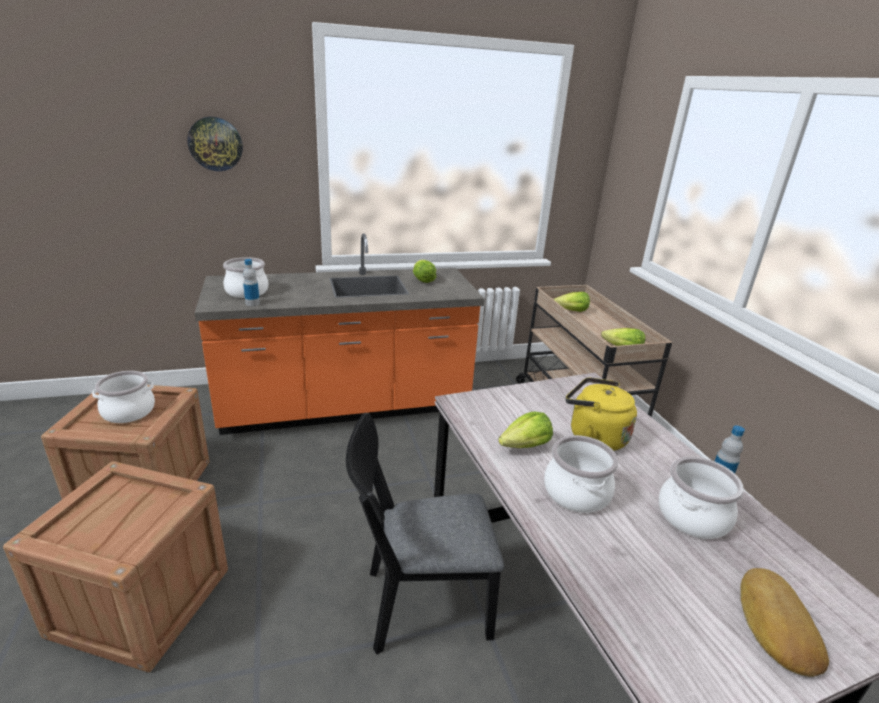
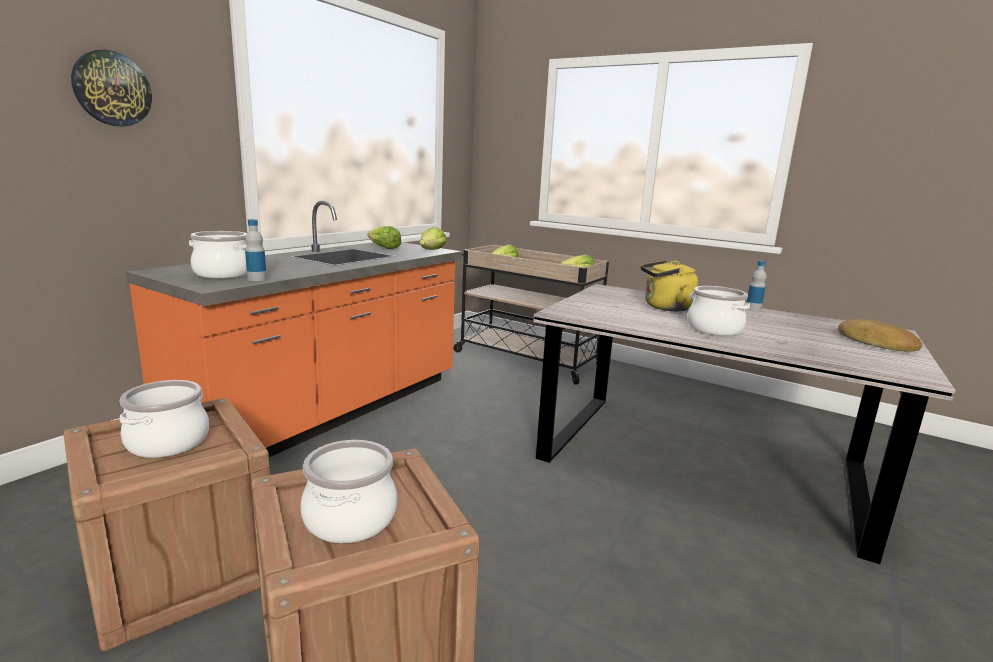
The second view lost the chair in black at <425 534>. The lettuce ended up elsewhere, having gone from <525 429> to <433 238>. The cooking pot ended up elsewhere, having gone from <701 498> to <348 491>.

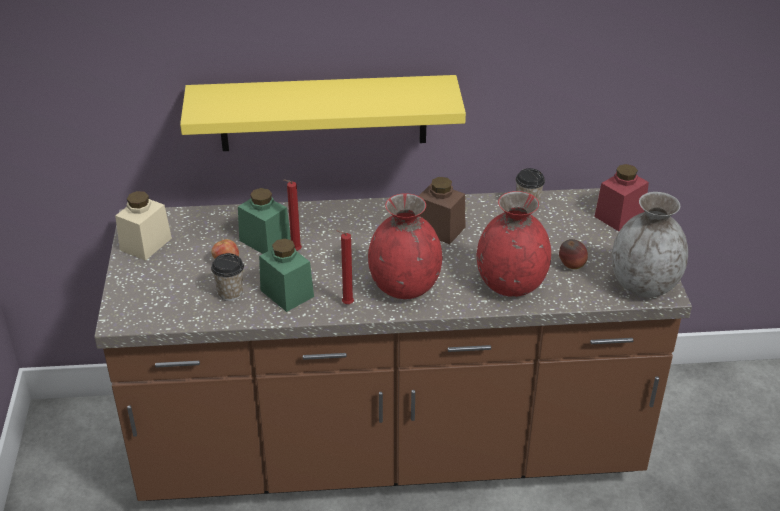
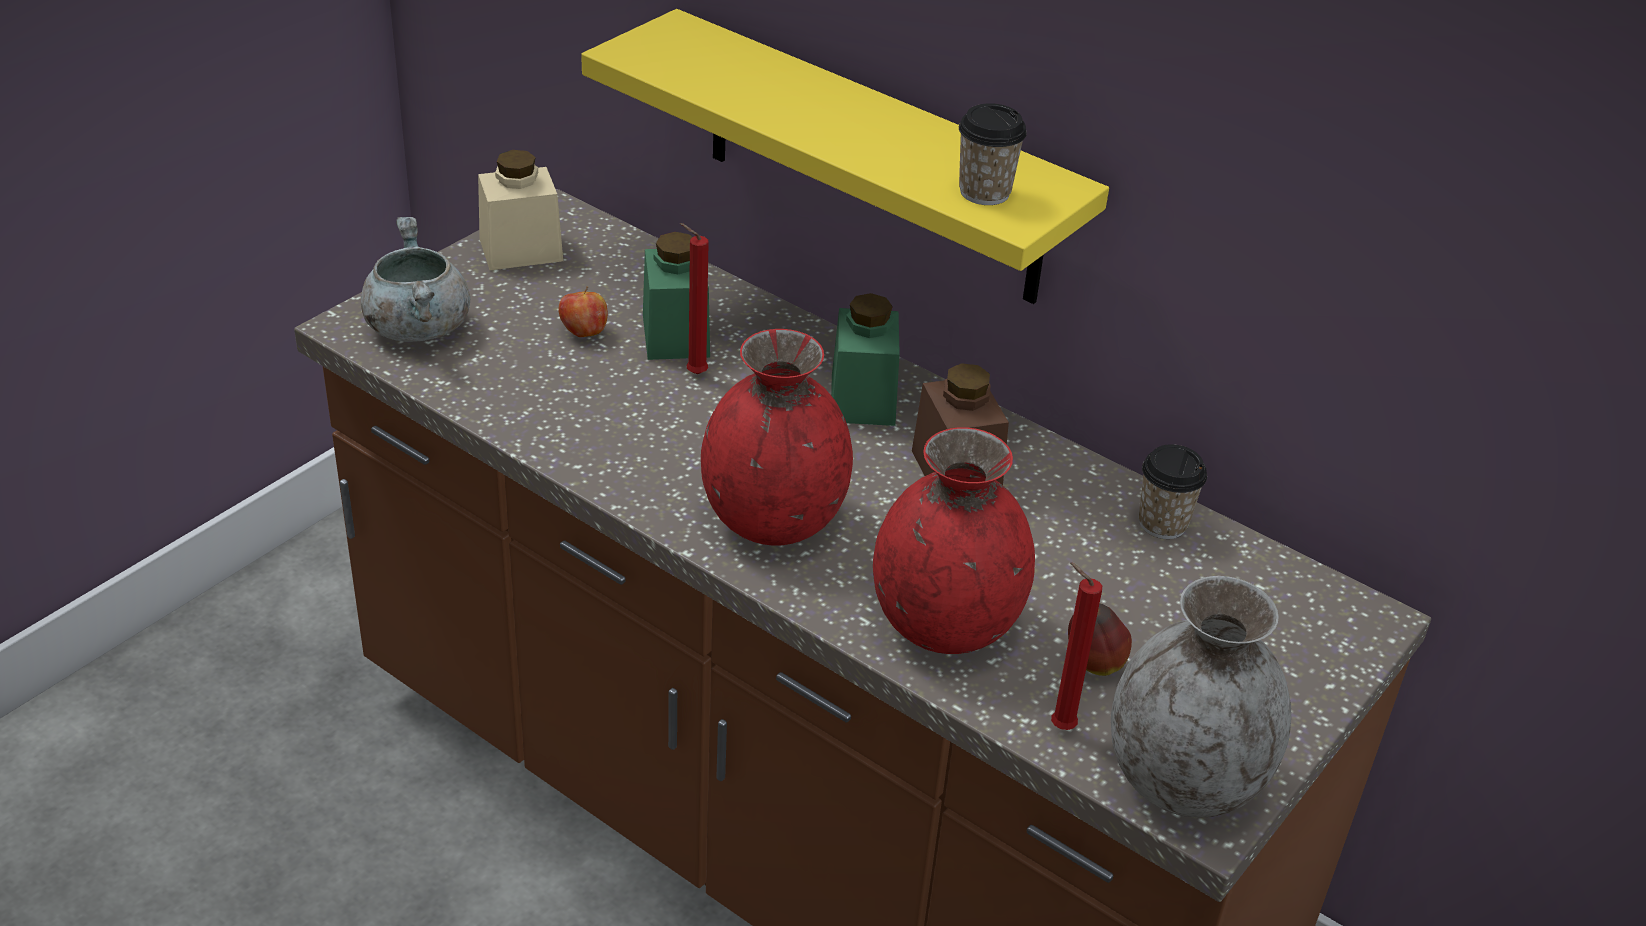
The cup ended up elsewhere, having gone from <227 277> to <993 154>. The jar in green ended up elsewhere, having gone from <286 275> to <865 359>. The candle in red ended up elsewhere, having gone from <345 267> to <1076 646>. The second view lost the jar in red at <621 197>. The second view gained the cooking pot in grey at <415 279>.

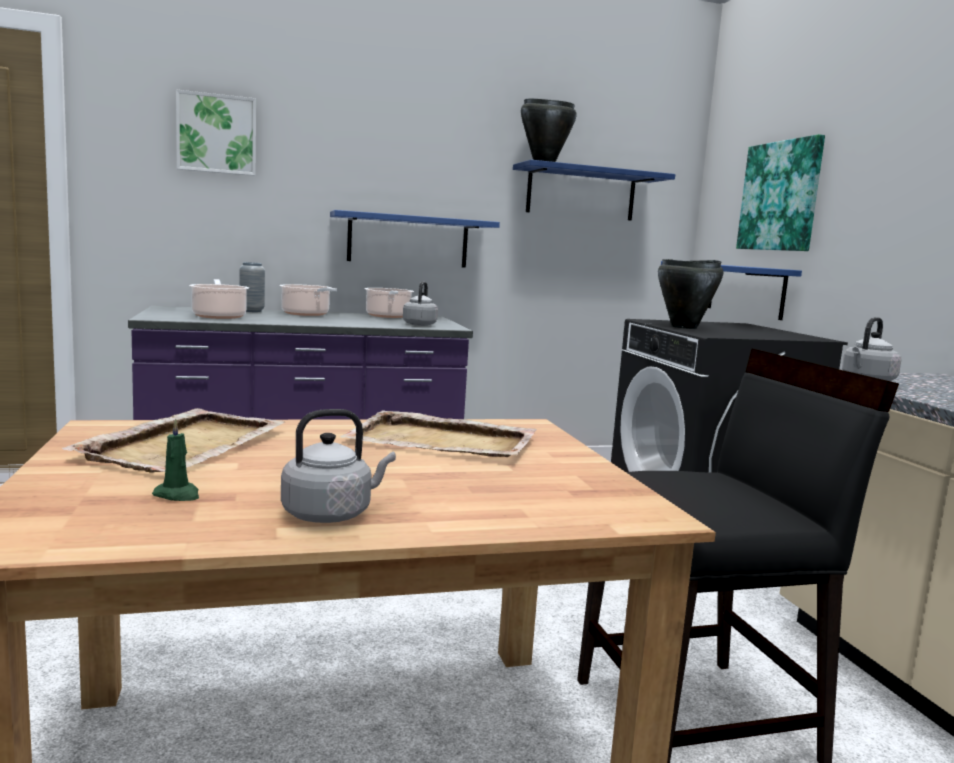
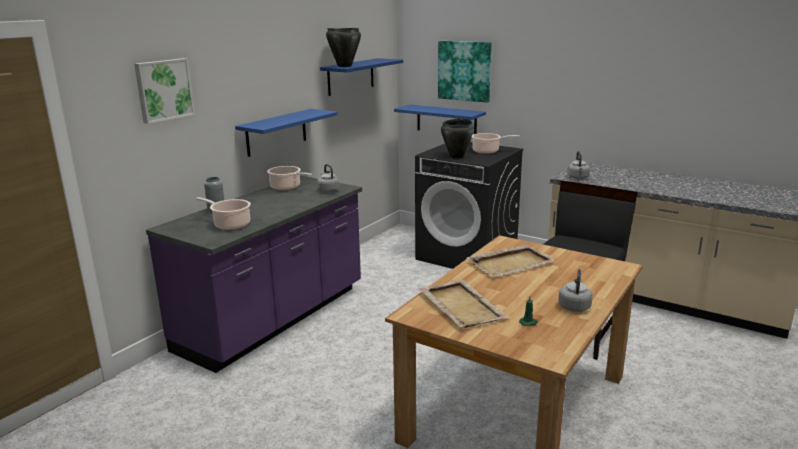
The cooking pot ended up elsewhere, having gone from <308 300> to <495 143>.

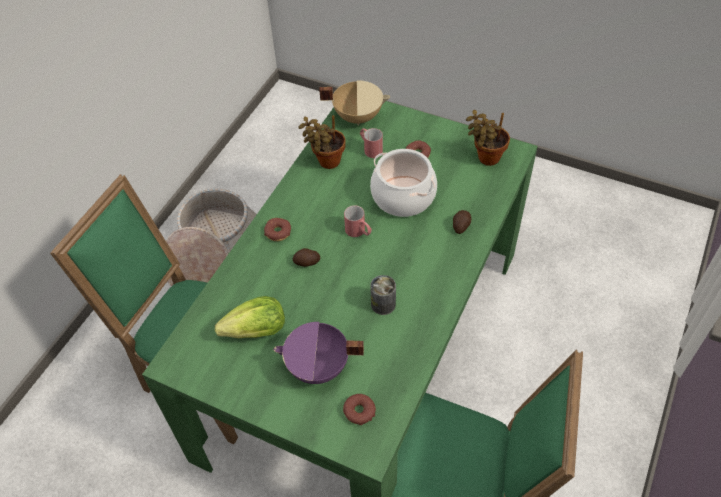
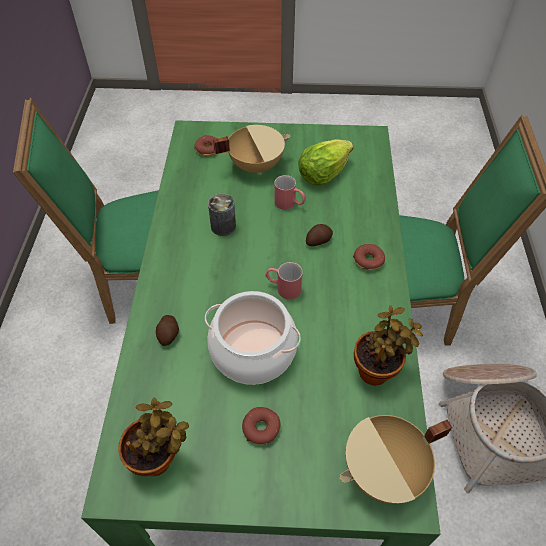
What was the cooking pot in purple at <318 353> turned into the cooking pot in beige at <252 150>. The mug in red ended up elsewhere, having gone from <371 143> to <290 192>.

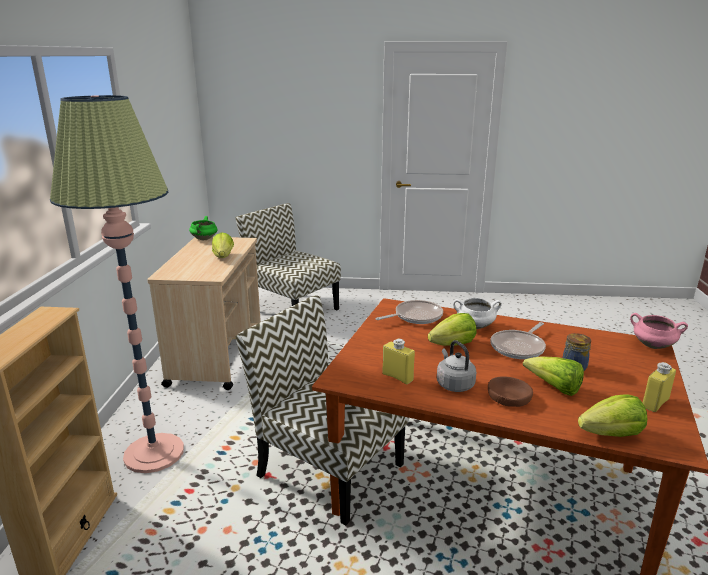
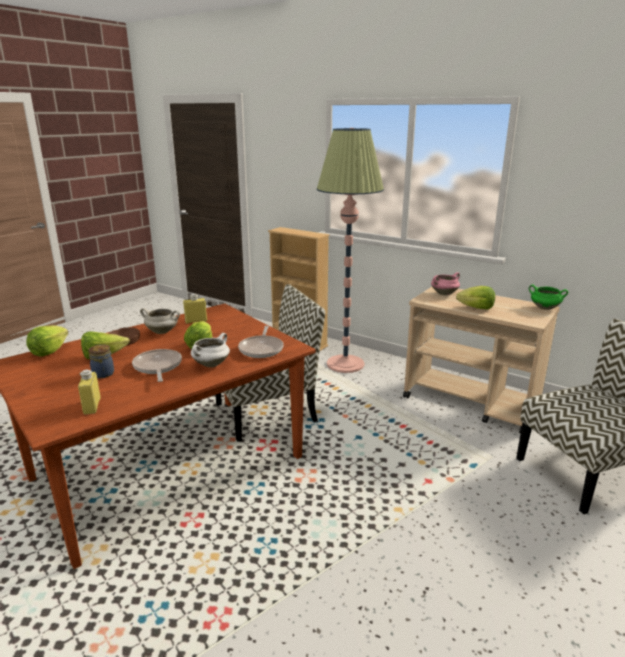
Where the kettle in grey stood at <456 366>, the cooking pot in white came to stand at <160 321>. The cooking pot in pink ended up elsewhere, having gone from <659 331> to <445 283>. The bottle in yellow ended up elsewhere, having gone from <659 387> to <89 392>.

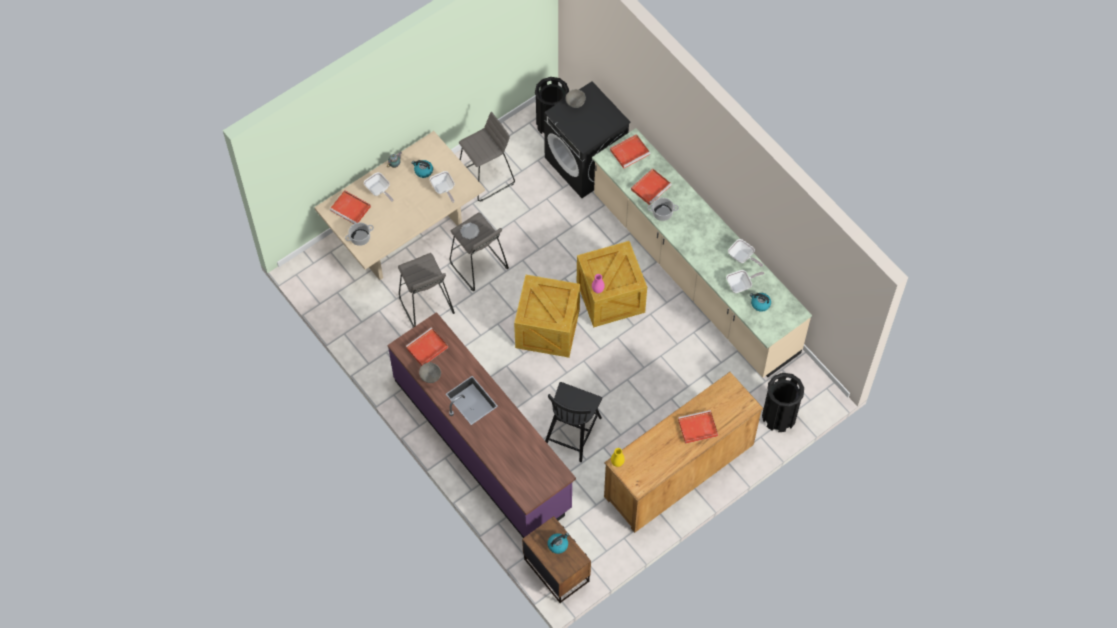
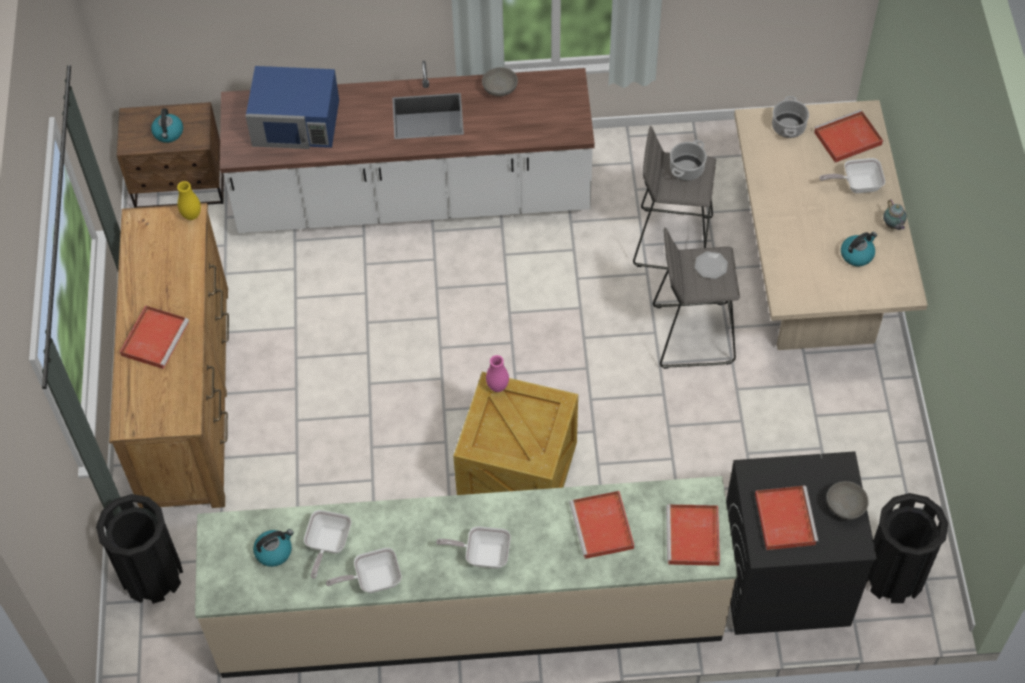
What was the counter in purple at <481 425> turned into the counter in white at <407 147>. The tray in red ended up elsewhere, having gone from <427 347> to <787 518>. The frying pan ended up elsewhere, having gone from <442 187> to <473 547>. The second view lost the stool in grey at <487 157>. The second view lost the crate at <547 316>. The second view lost the chair in black at <573 422>. The cooking pot ended up elsewhere, having gone from <663 209> to <688 160>. The second view gained the microwave in blue at <292 107>.

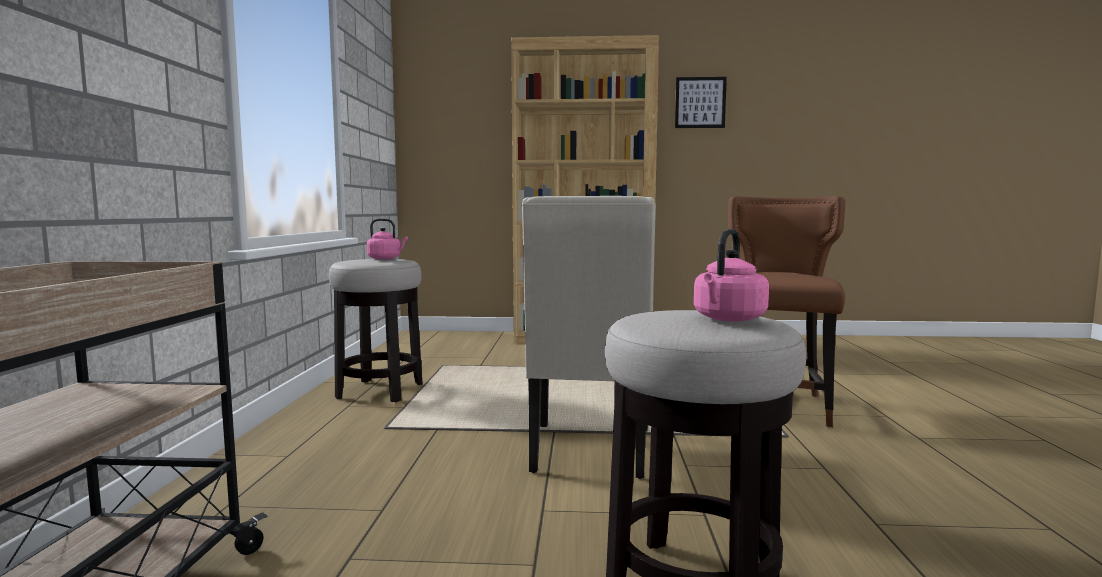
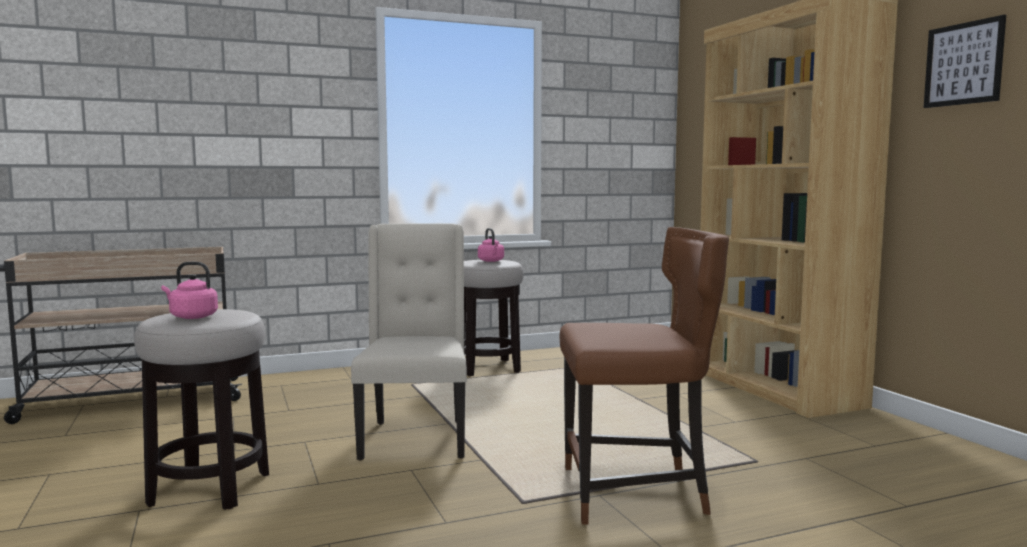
The chair in beige at <588 337> ended up facing another way, 105 degrees clockwise from before.

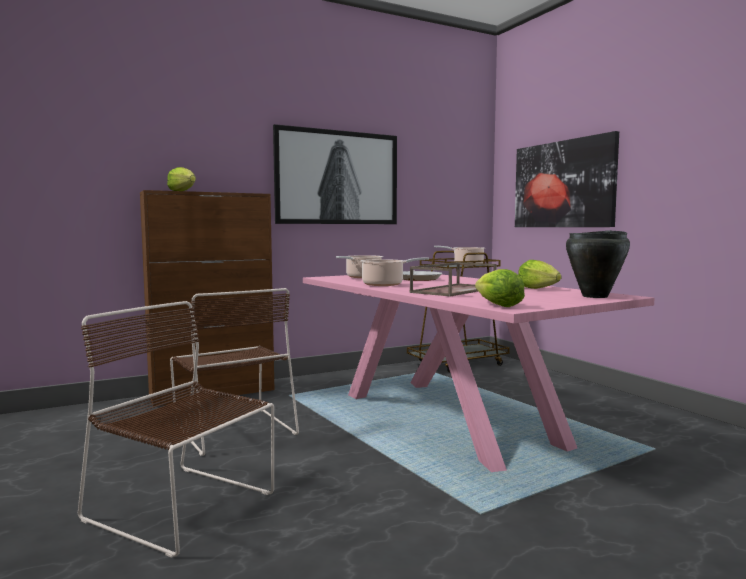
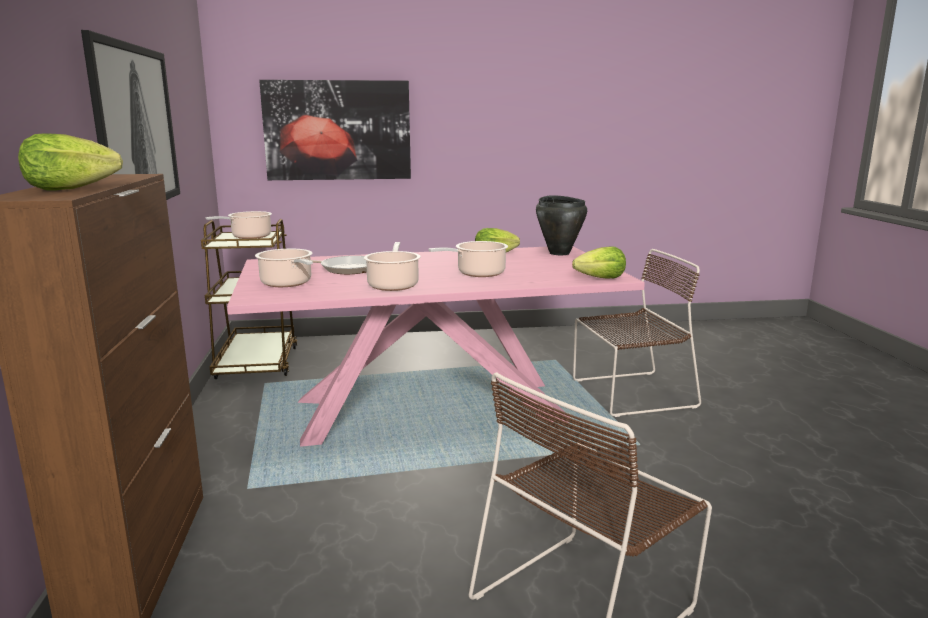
The chair in brown ended up elsewhere, having gone from <234 372> to <637 333>. Where the tray in brown stood at <453 279>, the cooking pot came to stand at <468 259>.

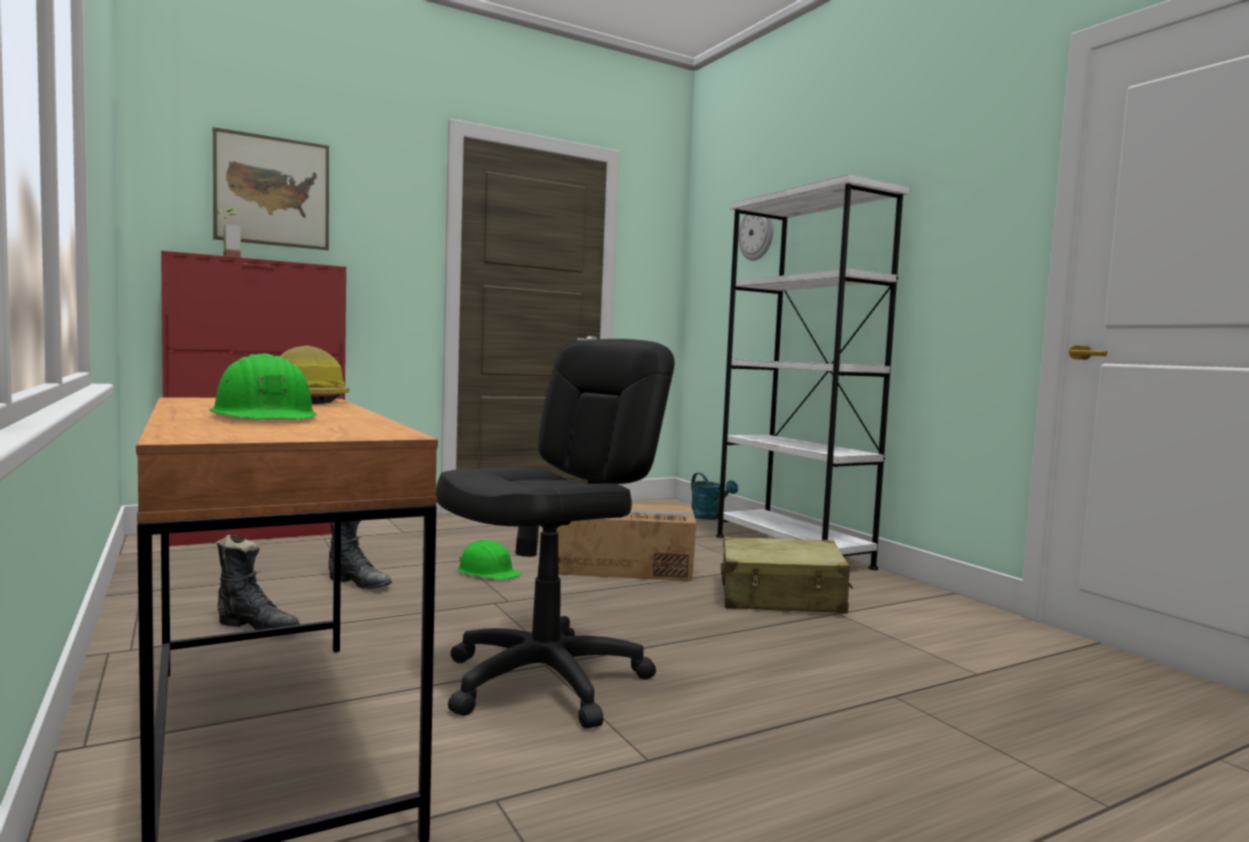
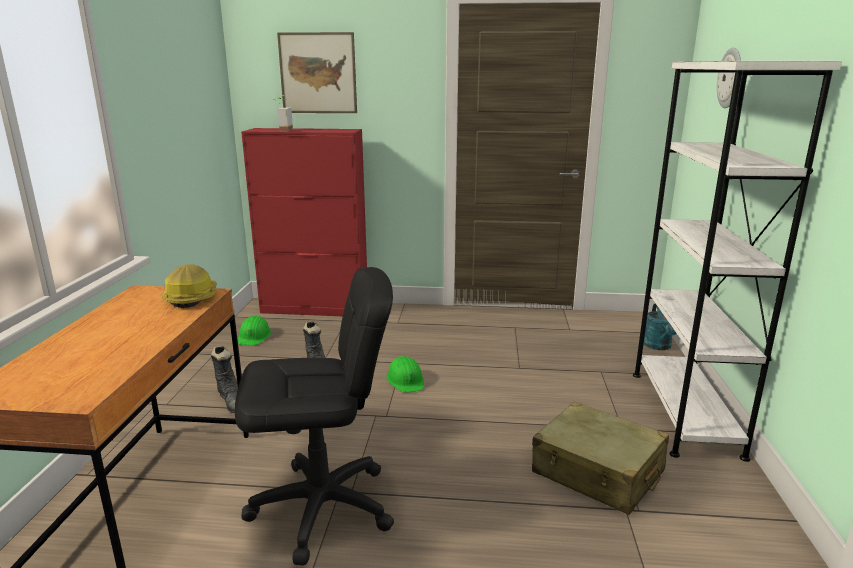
The hard hat in green ended up elsewhere, having gone from <263 386> to <254 330>. The second view lost the cardboard box at <626 542>.

